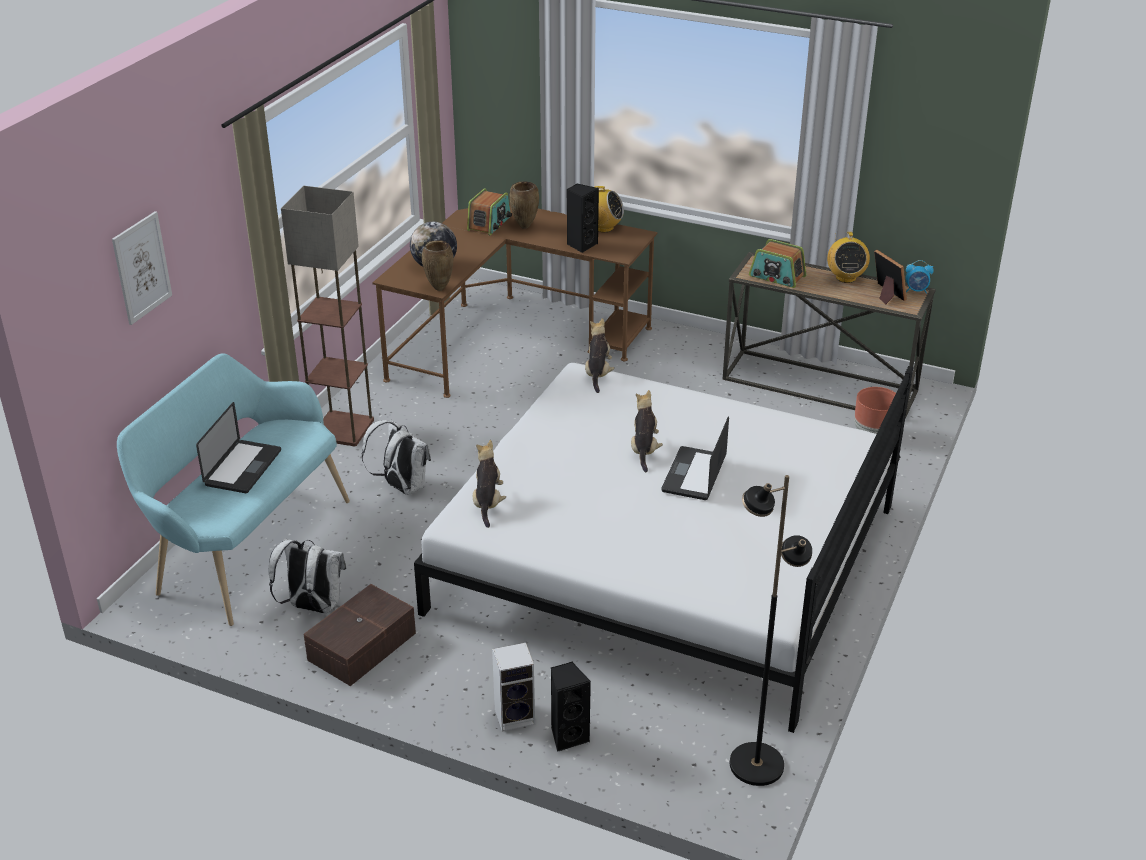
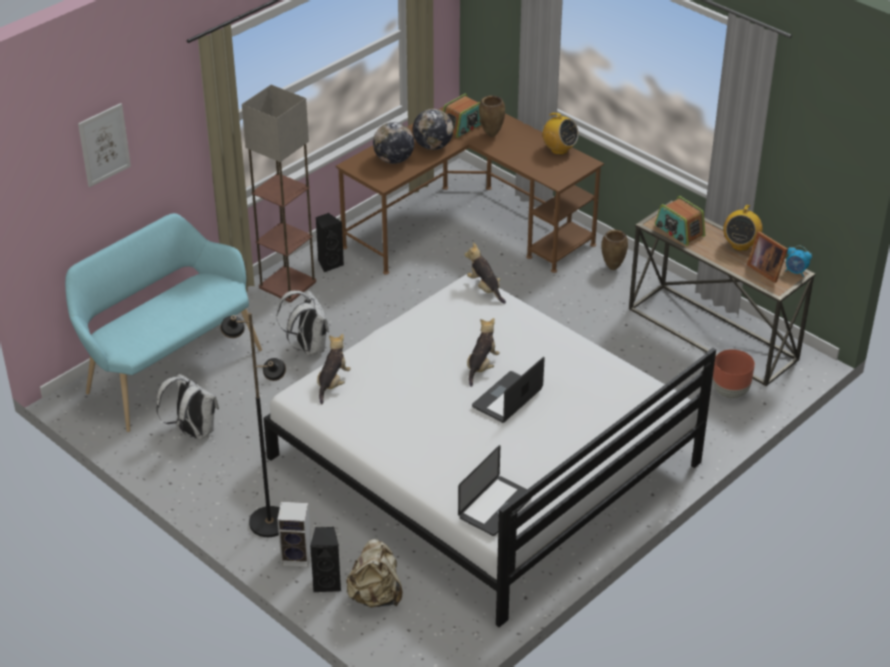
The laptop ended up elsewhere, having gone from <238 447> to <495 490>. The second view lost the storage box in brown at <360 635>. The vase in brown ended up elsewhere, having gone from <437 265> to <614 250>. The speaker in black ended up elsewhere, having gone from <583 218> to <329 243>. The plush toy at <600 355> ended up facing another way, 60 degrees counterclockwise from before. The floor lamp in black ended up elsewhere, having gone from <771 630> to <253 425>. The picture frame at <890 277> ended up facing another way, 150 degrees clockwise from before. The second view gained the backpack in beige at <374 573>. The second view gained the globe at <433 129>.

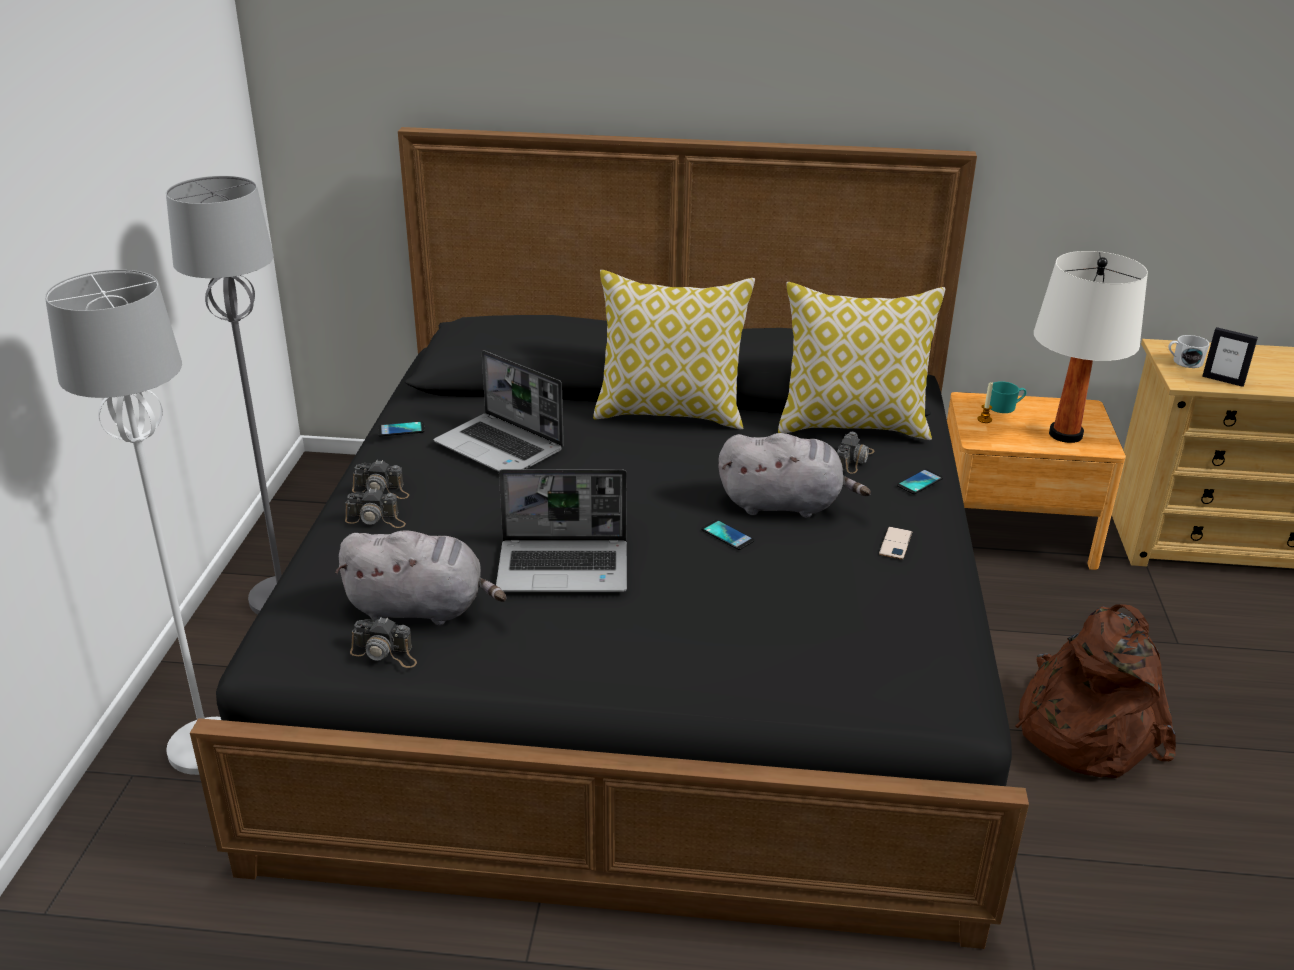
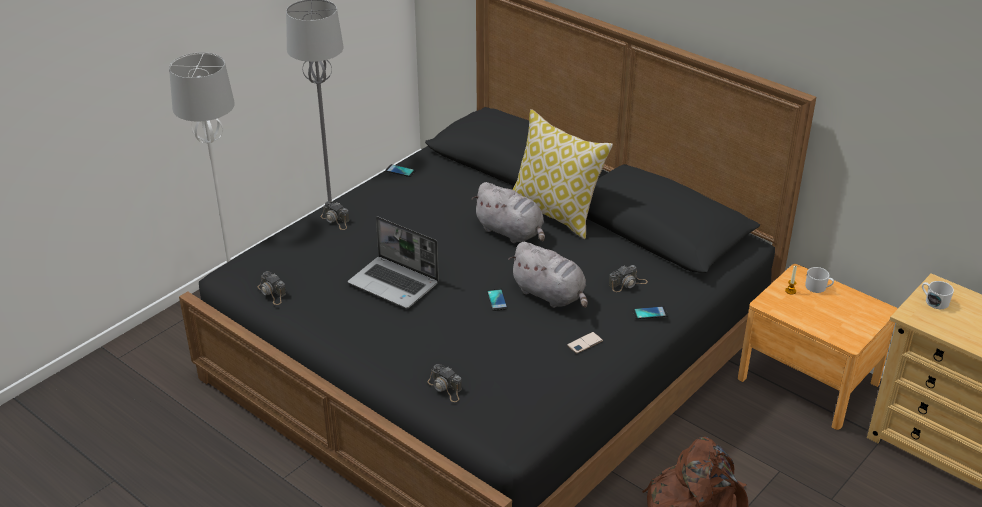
The plush toy in grey ended up elsewhere, having gone from <420 578> to <508 212>. The photo camera ended up elsewhere, having gone from <380 479> to <444 383>. The second view lost the laptop at <498 411>. The second view lost the pillow at <862 361>. What was the mug in turquoise at <1008 397> turned into the mug in white at <819 280>. The second view lost the table lamp in white at <1091 347>. The second view lost the picture frame at <1230 357>.

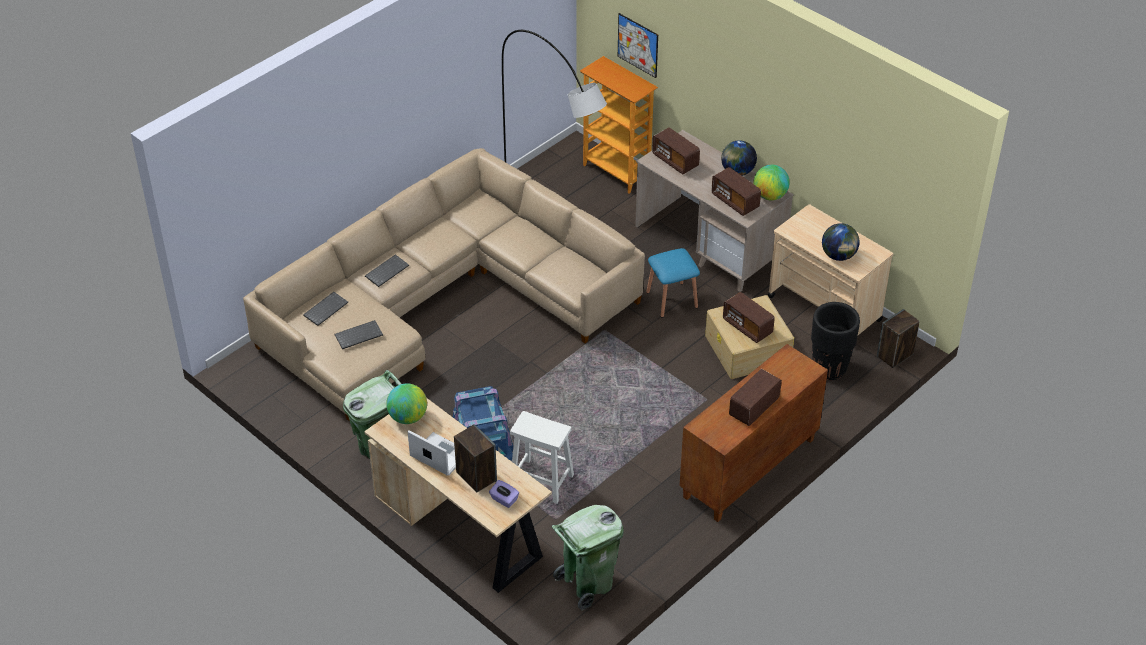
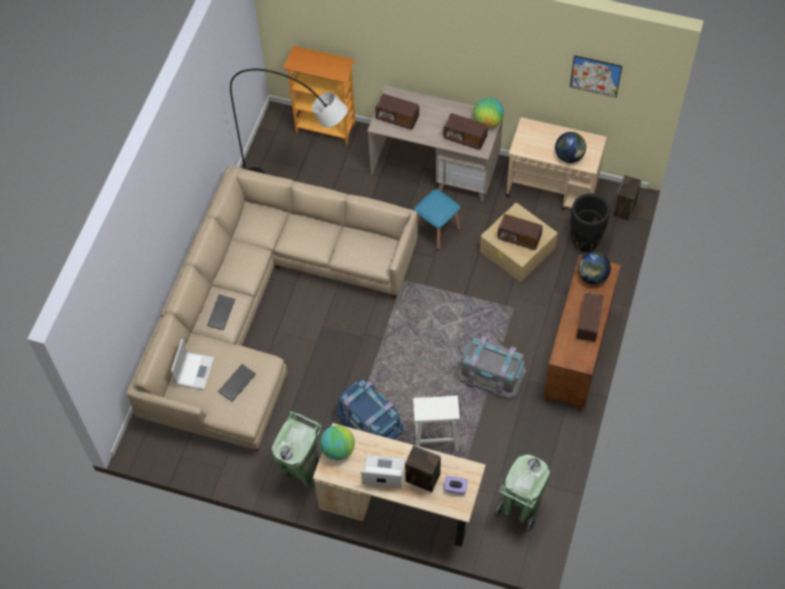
Where the keyboard stood at <325 309>, the laptop came to stand at <192 364>. The picture ended up elsewhere, having gone from <638 45> to <596 76>. The globe ended up elsewhere, having gone from <739 158> to <594 268>. The second view gained the storage box in grey at <491 368>.

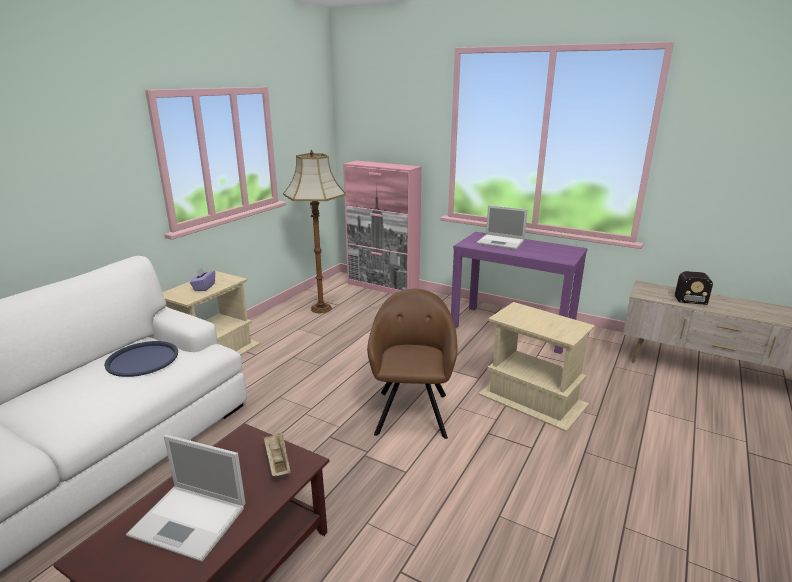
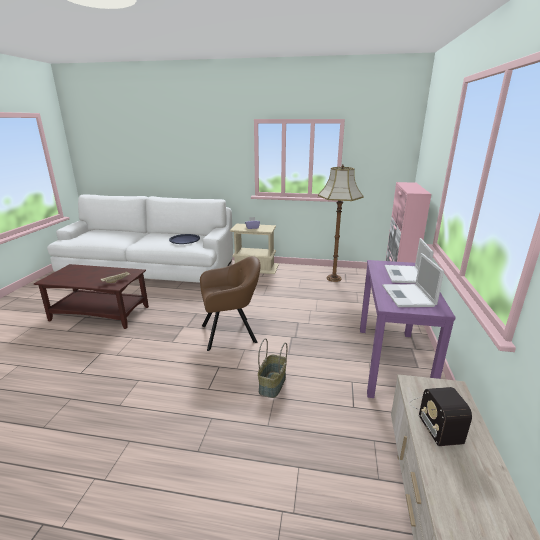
The laptop ended up elsewhere, having gone from <186 498> to <413 280>. Where the side table in beige stood at <536 367>, the basket came to stand at <272 368>.

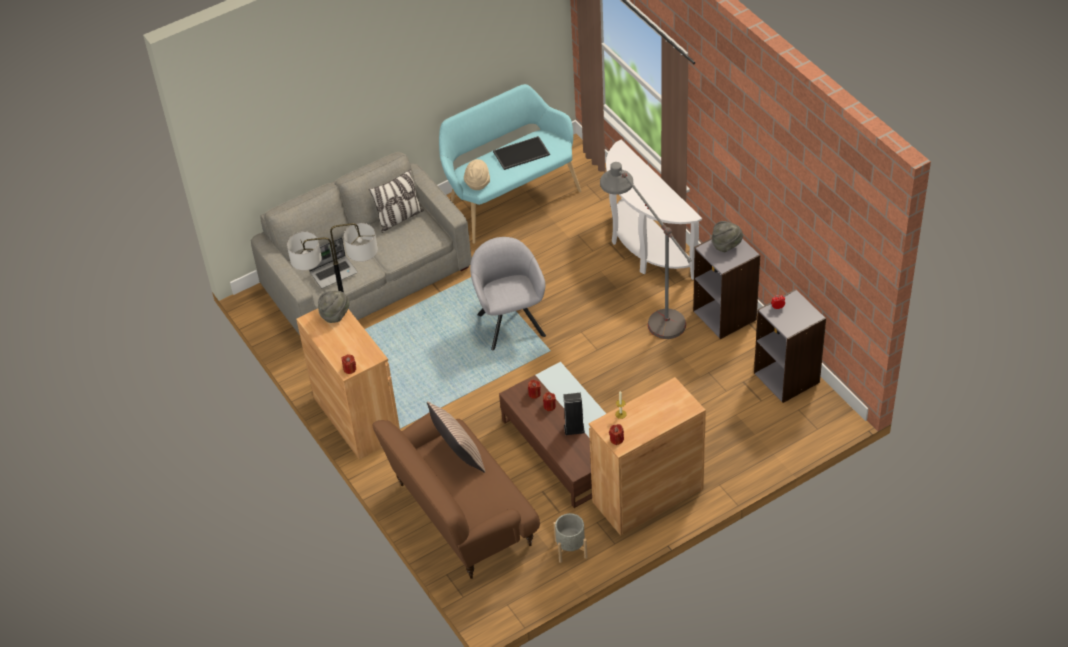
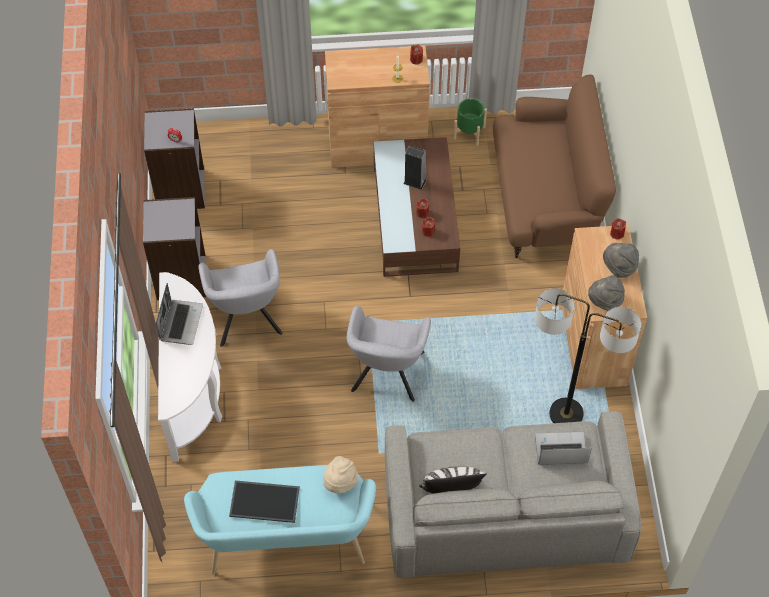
The second view lost the pillow at <456 437>. What was the planter in grey at <570 538> turned into the planter in green at <470 122>. Where the floor lamp in grey stood at <646 250>, the armchair in grey came to stand at <240 298>. The hat in grey ended up elsewhere, having gone from <727 236> to <621 260>. The second view gained the laptop at <179 314>.

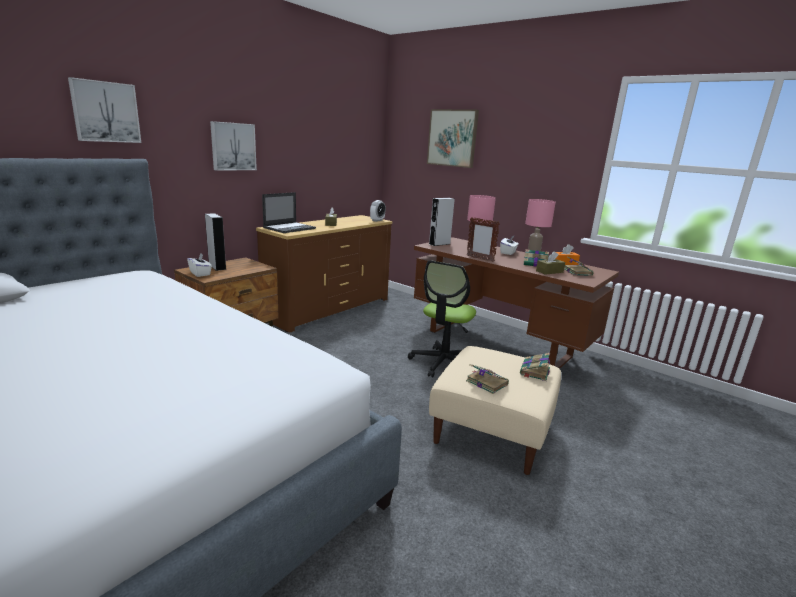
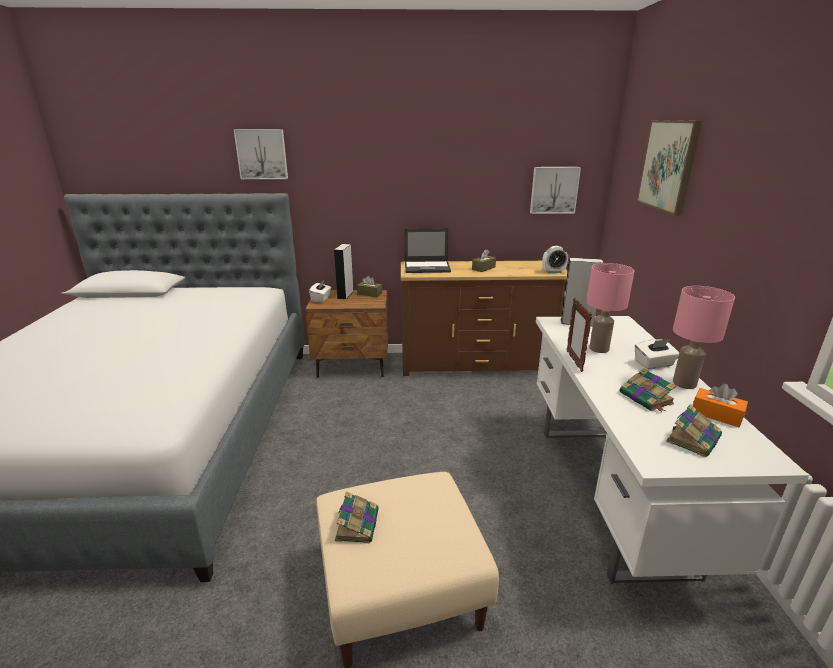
The picture ended up elsewhere, having gone from <233 146> to <555 190>. The second view lost the office chair at <442 318>. What was the desk in brown at <516 303> turned into the desk in white at <672 450>. The second view lost the book at <535 367>. The tissue box in brown ended up elsewhere, having gone from <550 263> to <369 286>.

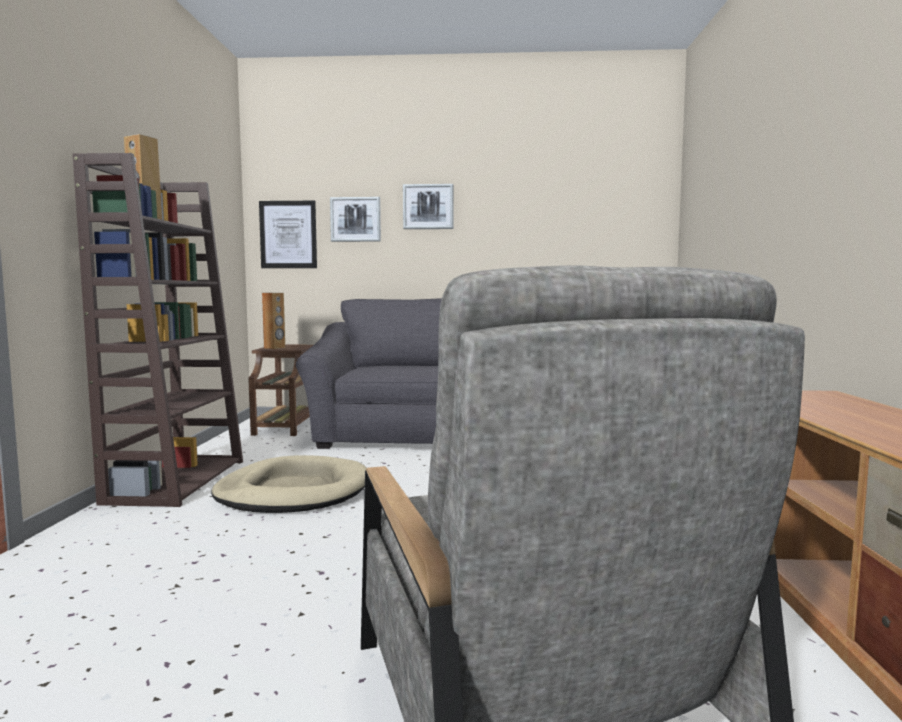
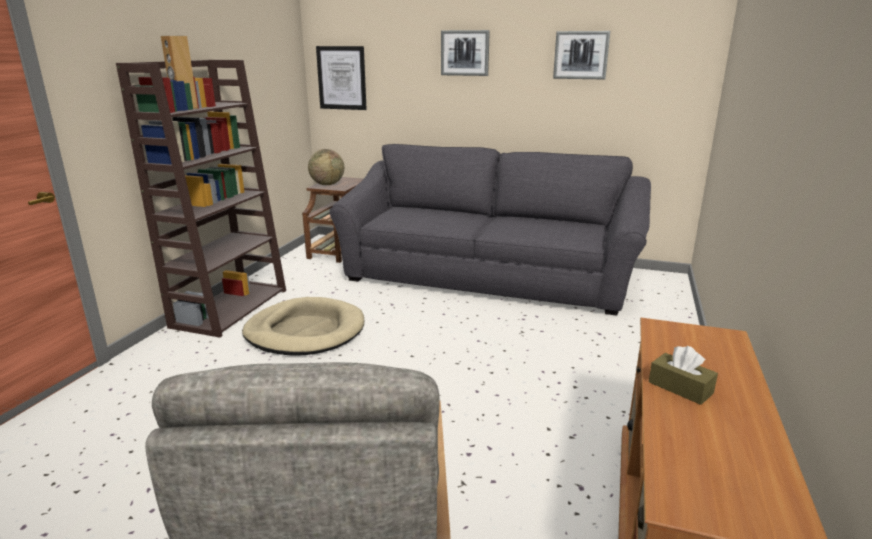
Where the speaker in brown stood at <273 321>, the globe came to stand at <326 167>. The picture ended up elsewhere, having gone from <355 219> to <581 55>. The second view gained the tissue box in brown at <683 375>.

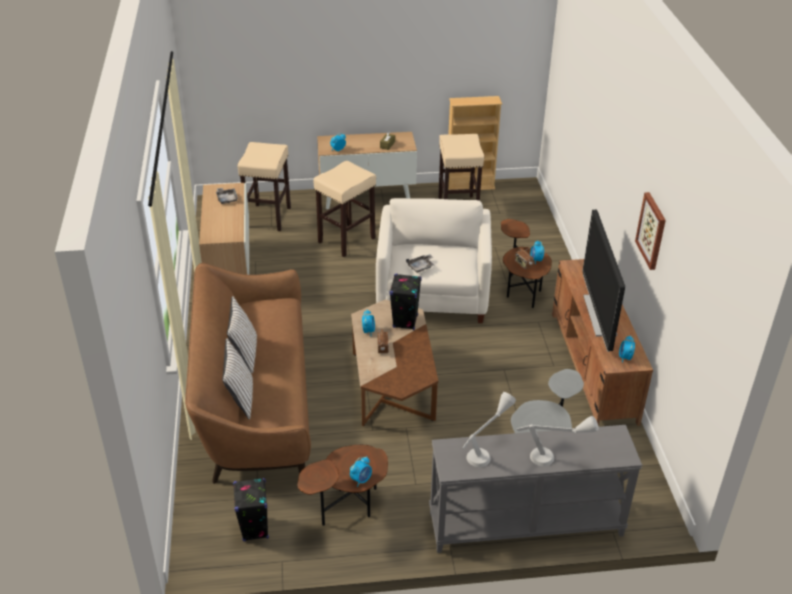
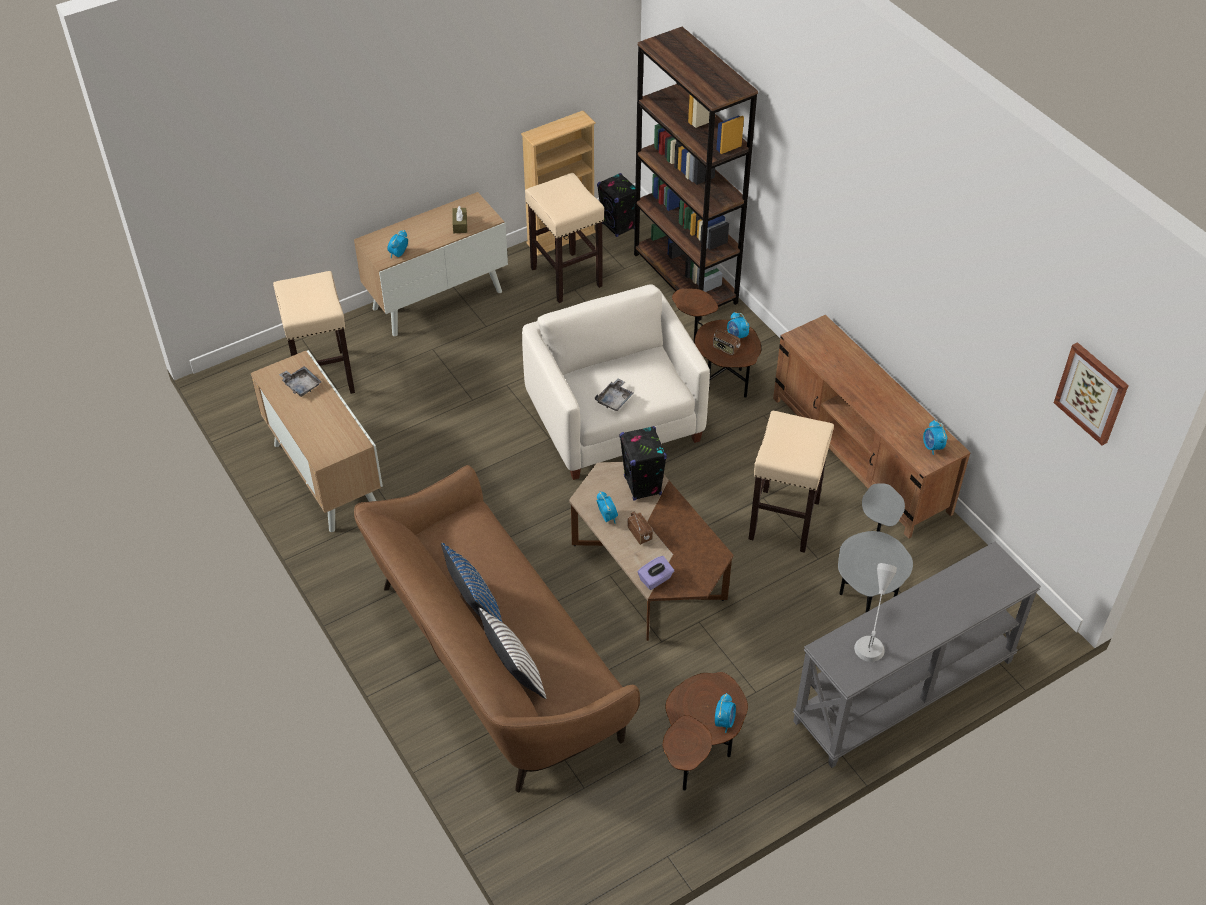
What was the pillow in white at <242 334> turned into the pillow in blue at <471 582>. The speaker in black ended up elsewhere, having gone from <251 509> to <616 205>. The stool in beige ended up elsewhere, having gone from <344 209> to <791 482>. The second view lost the table lamp in grey at <558 441>. The second view lost the television at <603 281>. The picture ended up elsewhere, having gone from <650 231> to <1091 393>. The second view gained the bookcase in brown at <696 174>. The second view gained the tissue box in purple at <656 573>.

